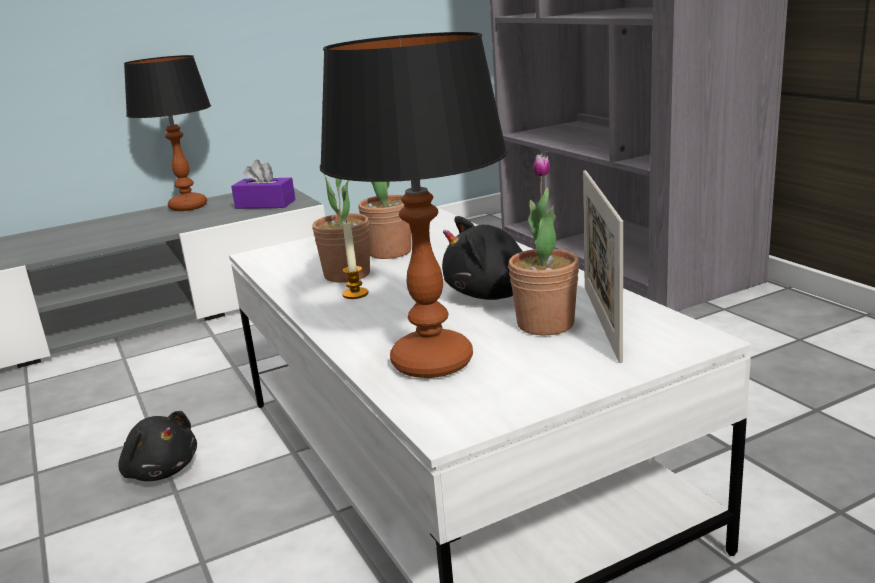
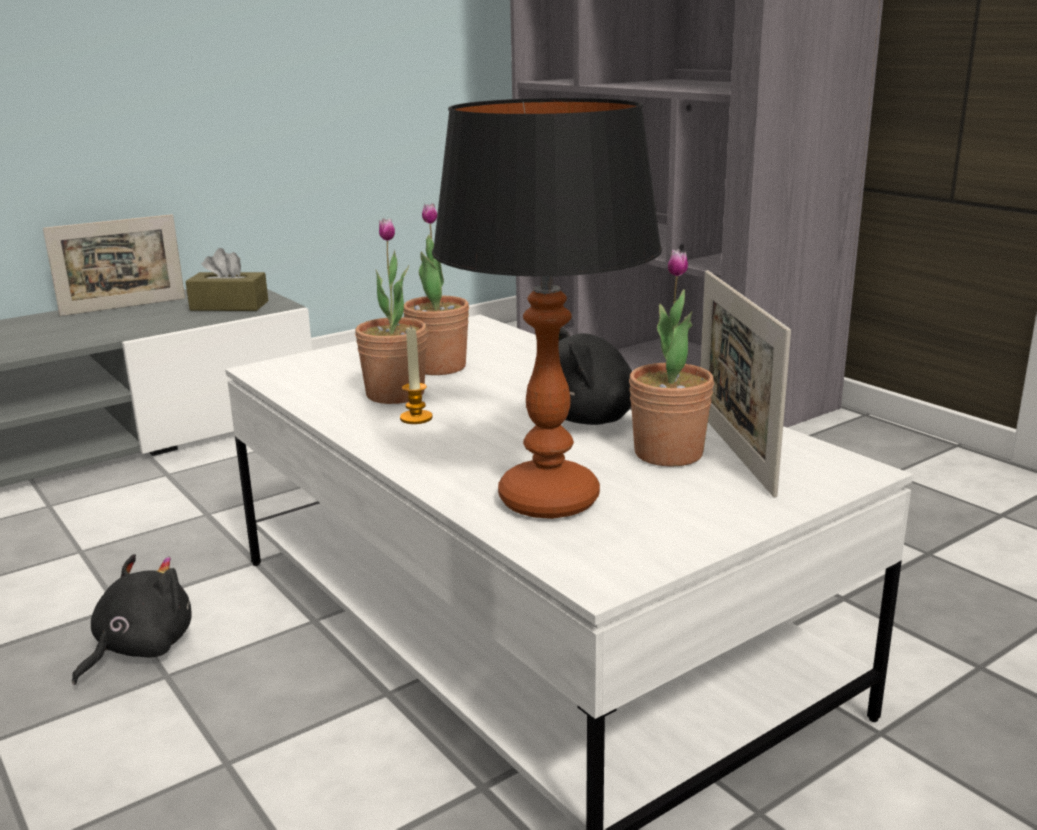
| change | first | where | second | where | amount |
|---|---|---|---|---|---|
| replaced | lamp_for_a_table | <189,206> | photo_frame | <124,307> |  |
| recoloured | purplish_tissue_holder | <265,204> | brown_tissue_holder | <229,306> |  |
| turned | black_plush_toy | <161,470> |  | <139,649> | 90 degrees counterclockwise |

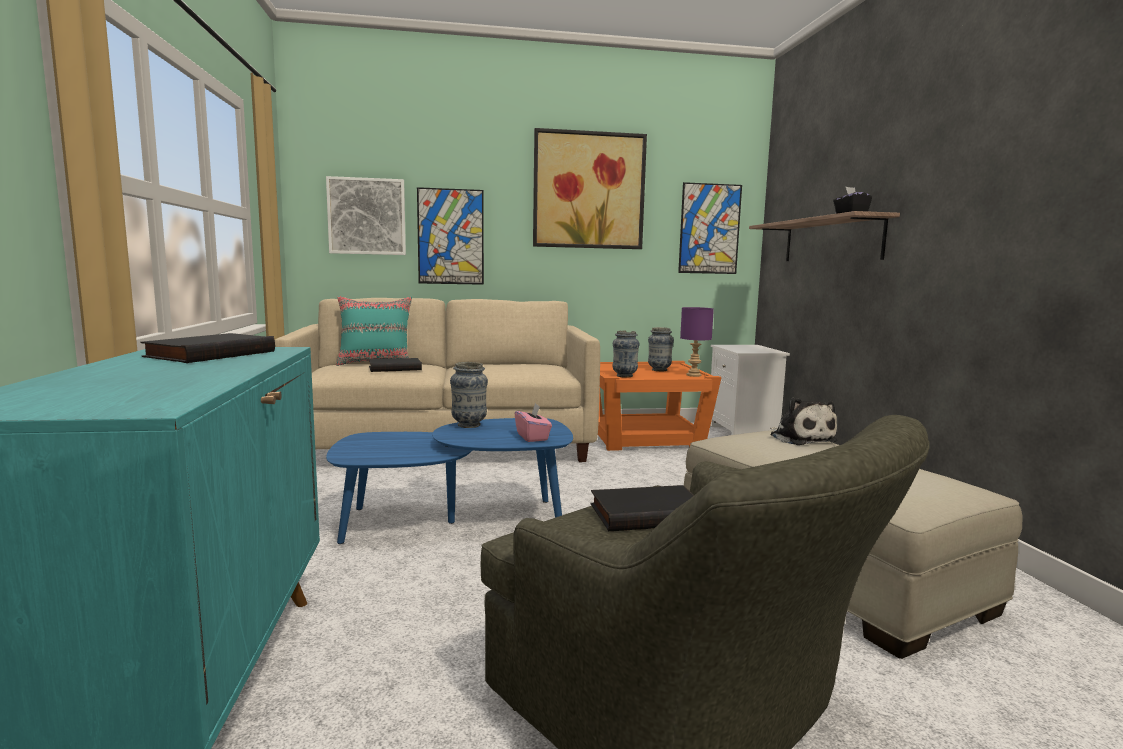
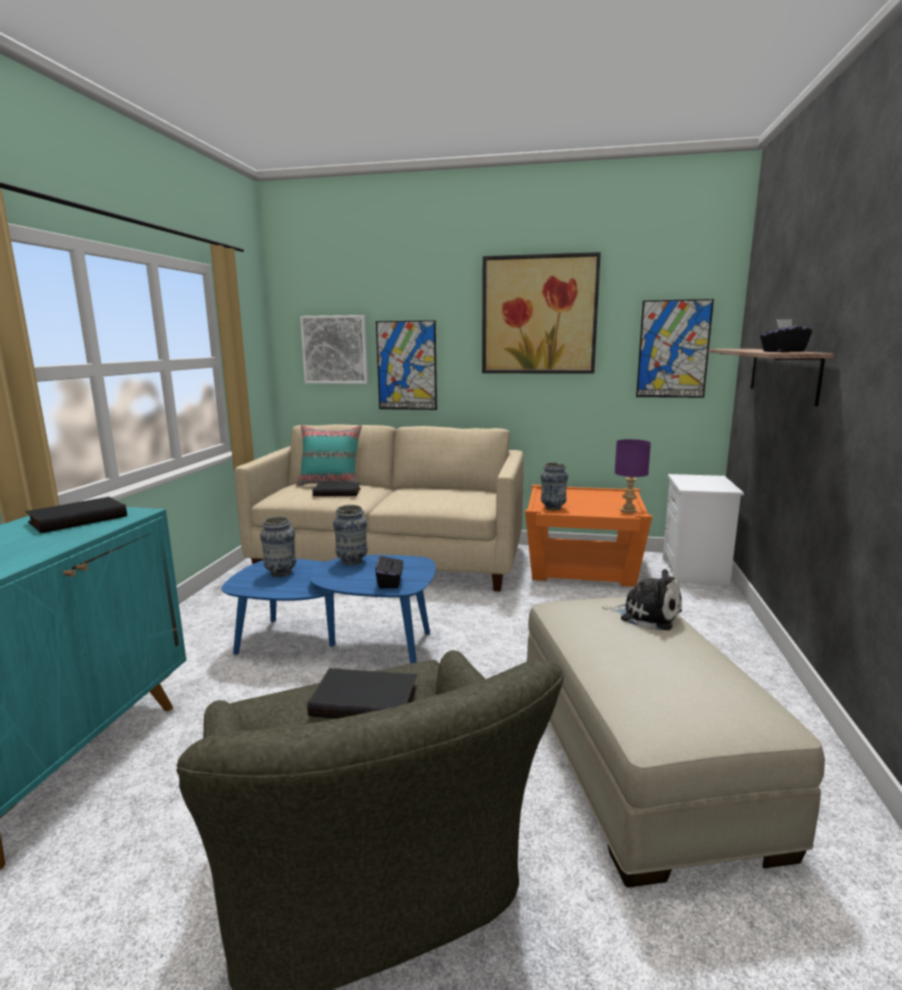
| change | first | where | second | where | amount |
|---|---|---|---|---|---|
| moved | decorative_vase | <659,370> |  | <280,573> |  |
| recoloured | pink_tissue_holder | <532,437> | black_tissue_holder | <390,582> |  |
| turned | plush_toy | <800,438> |  | <646,615> | 60 degrees counterclockwise |

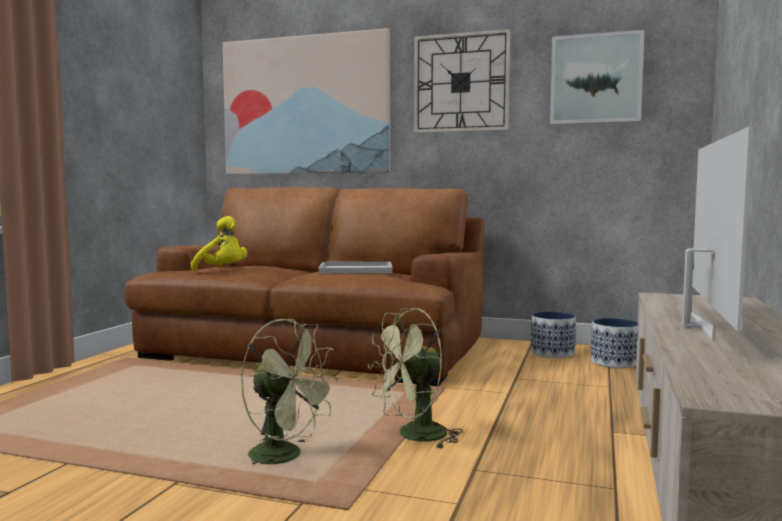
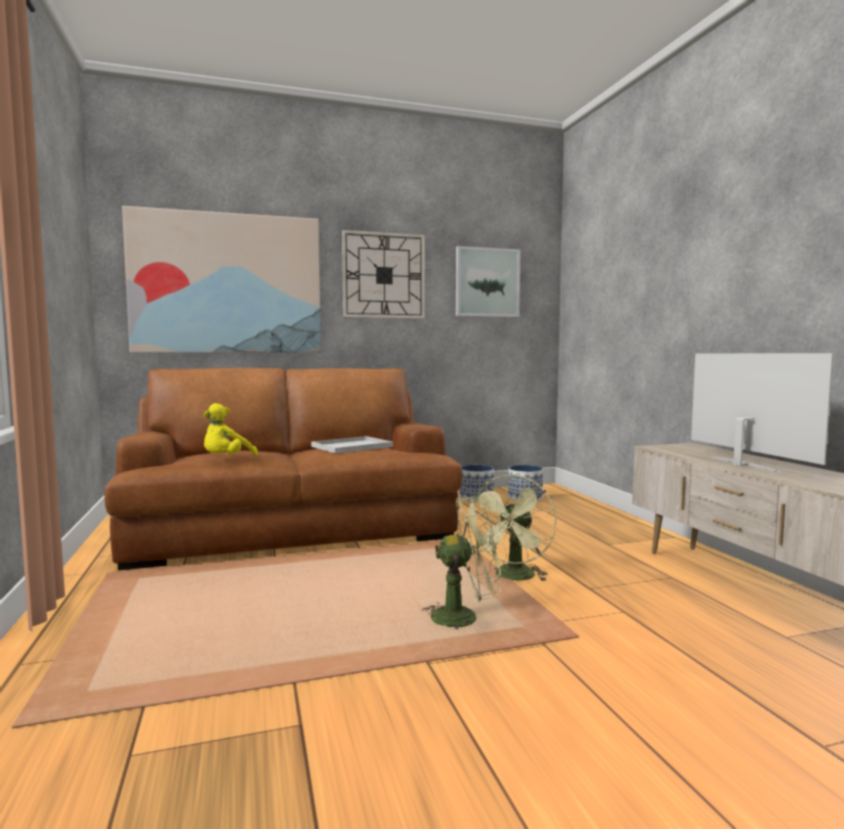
| change | first | where | second | where | amount |
|---|---|---|---|---|---|
| turned | yellowish_plush_toy | <223,270> |  | <226,460> | 120 degrees clockwise |

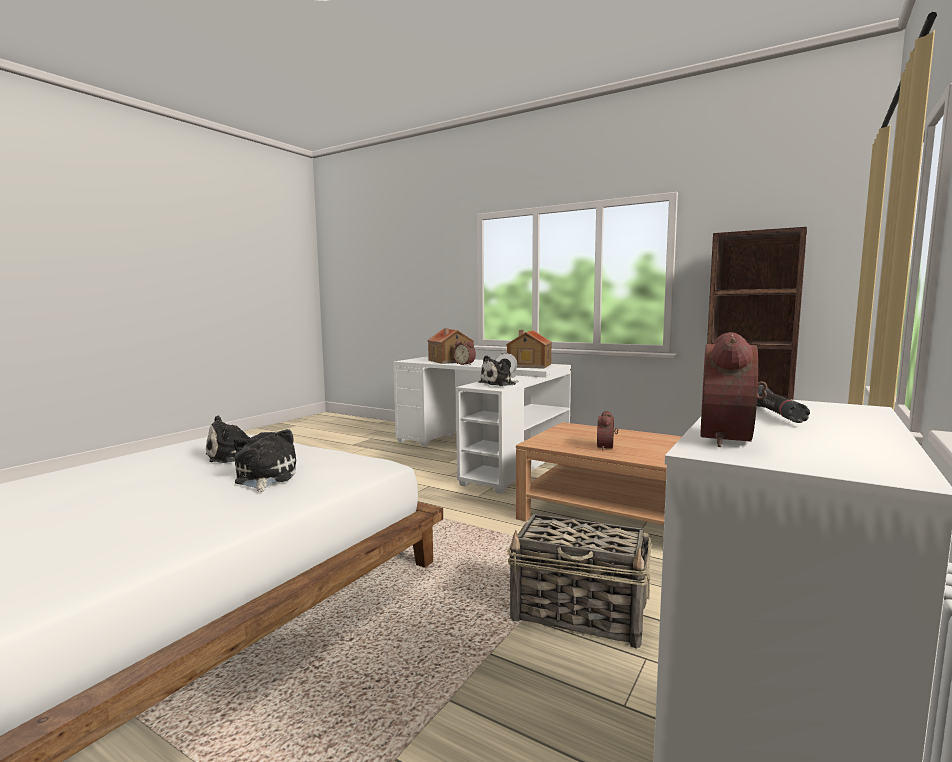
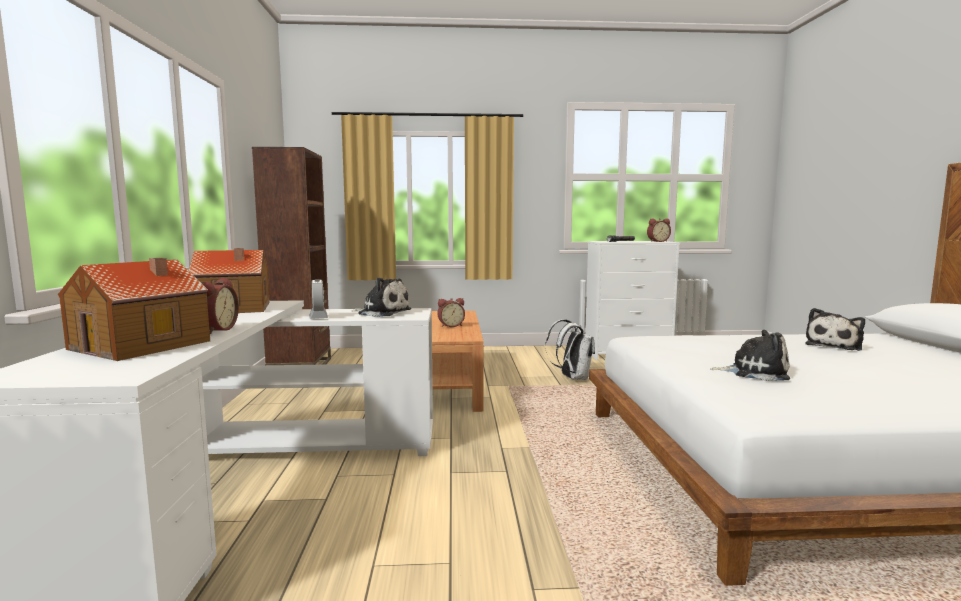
| change | first | where | second | where | amount |
|---|---|---|---|---|---|
| moved | plush_toy | <264,477> |  | <834,346> |  |
| replaced | household_basket | <580,613> | whitish_knapsack | <572,378> |  |

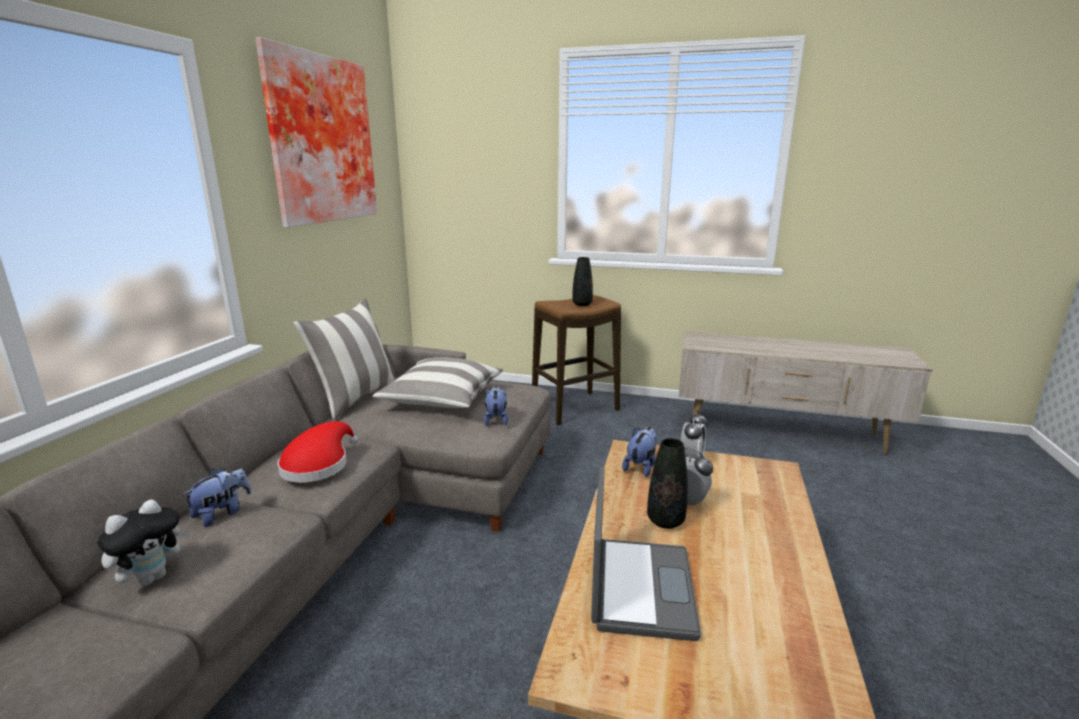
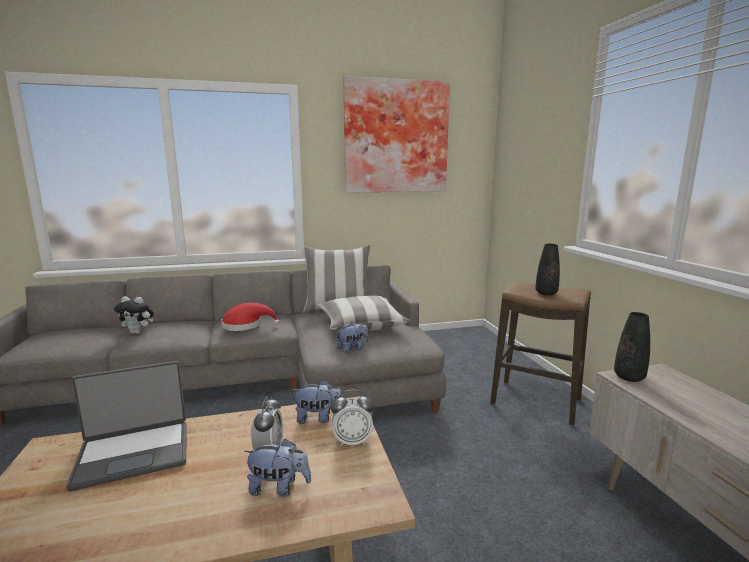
| change | first | where | second | where | amount |
|---|---|---|---|---|---|
| moved | plush_toy | <222,513> |  | <278,488> |  |
| moved | black_decorative_vase | <665,521> |  | <629,377> |  |

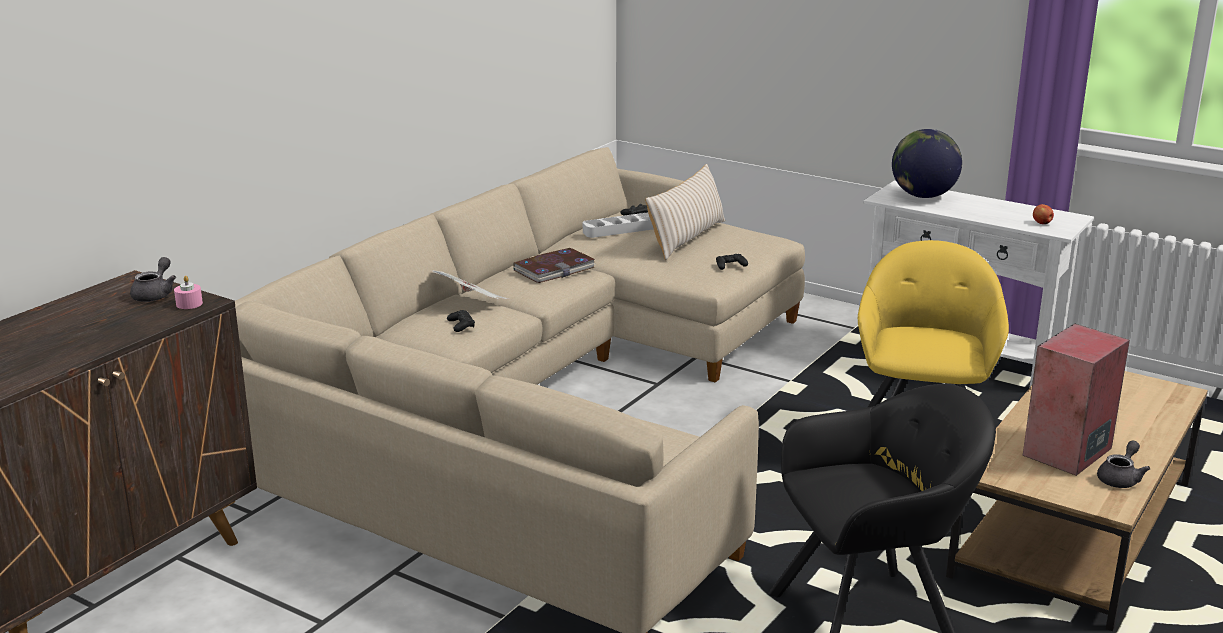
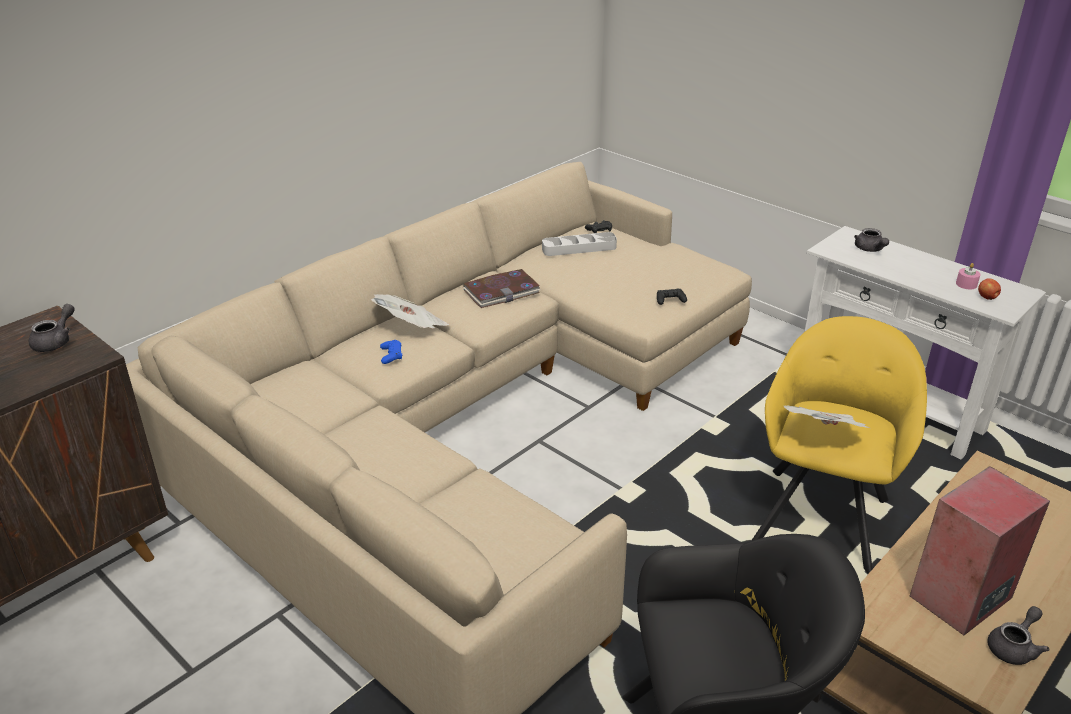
| change | first | where | second | where | amount |
|---|---|---|---|---|---|
| removed | sand-coloured_throw_pillow | <687,238> |  |  |  |
| added |  |  | newspaper | <824,434> |  |
| moved | pink_wax_light | <189,304> |  | <966,284> |  |
| replaced | globe | <923,196> | gray_tea_pot | <870,249> |  |
| recoloured | black_game_controller | <461,325> | blue-coloured_game_controller | <391,355> |  |

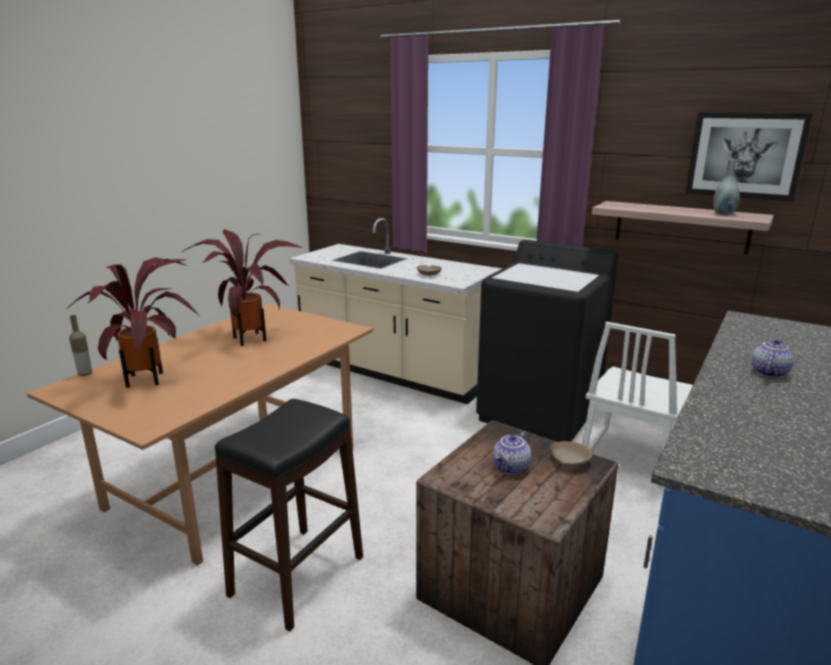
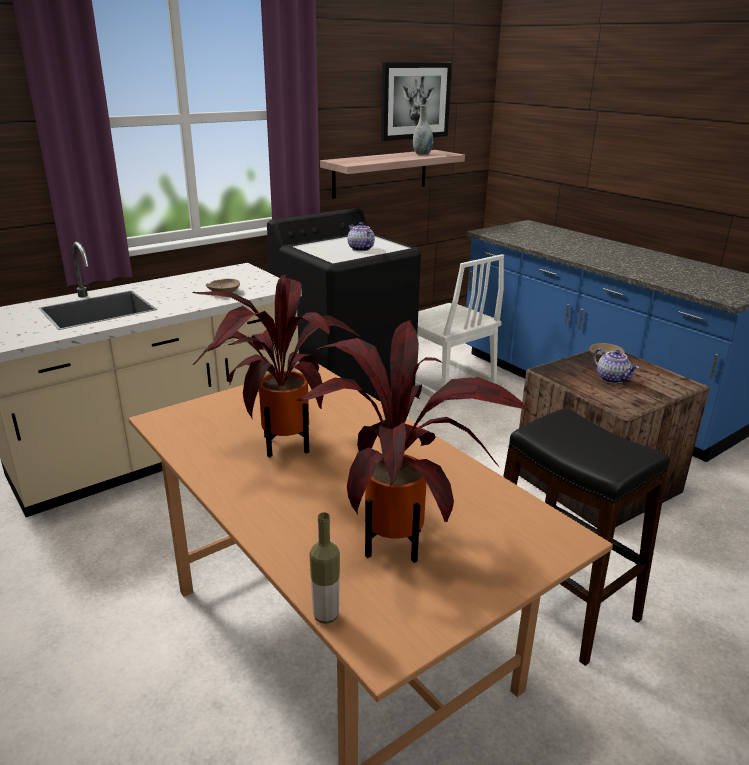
| change | first | where | second | where | amount |
|---|---|---|---|---|---|
| moved | tea_pot | <768,372> |  | <360,249> |  |

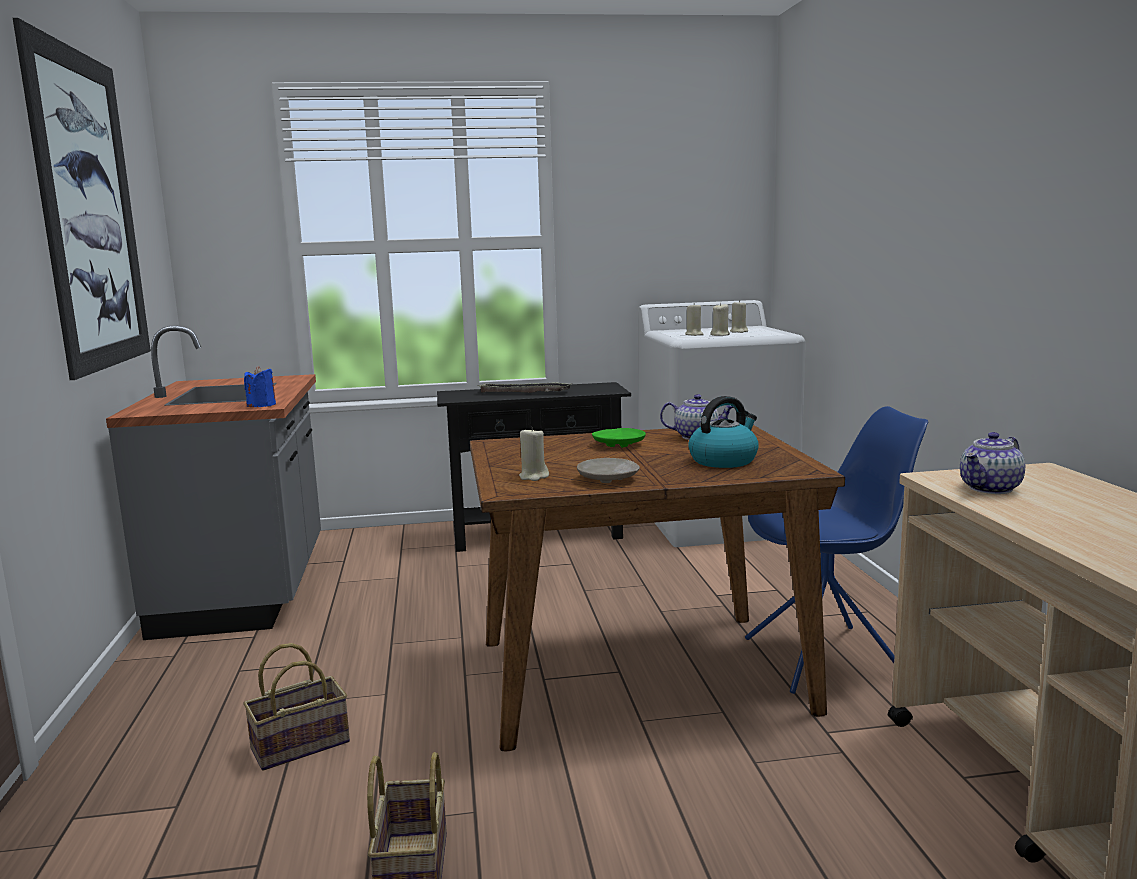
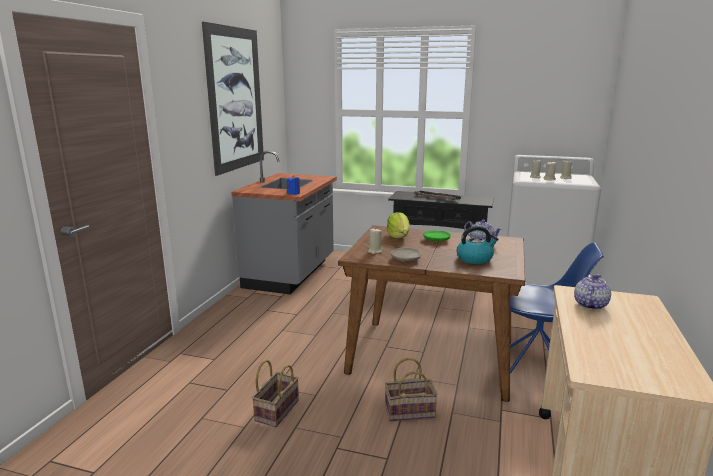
| change | first | where | second | where | amount |
|---|---|---|---|---|---|
| added |  |  | lettuce | <399,237> |  |
| moved | household_basket | <302,744> |  | <410,411> |  |
| turned | tea_pot | <990,489> |  | <590,305> | 135 degrees clockwise |

